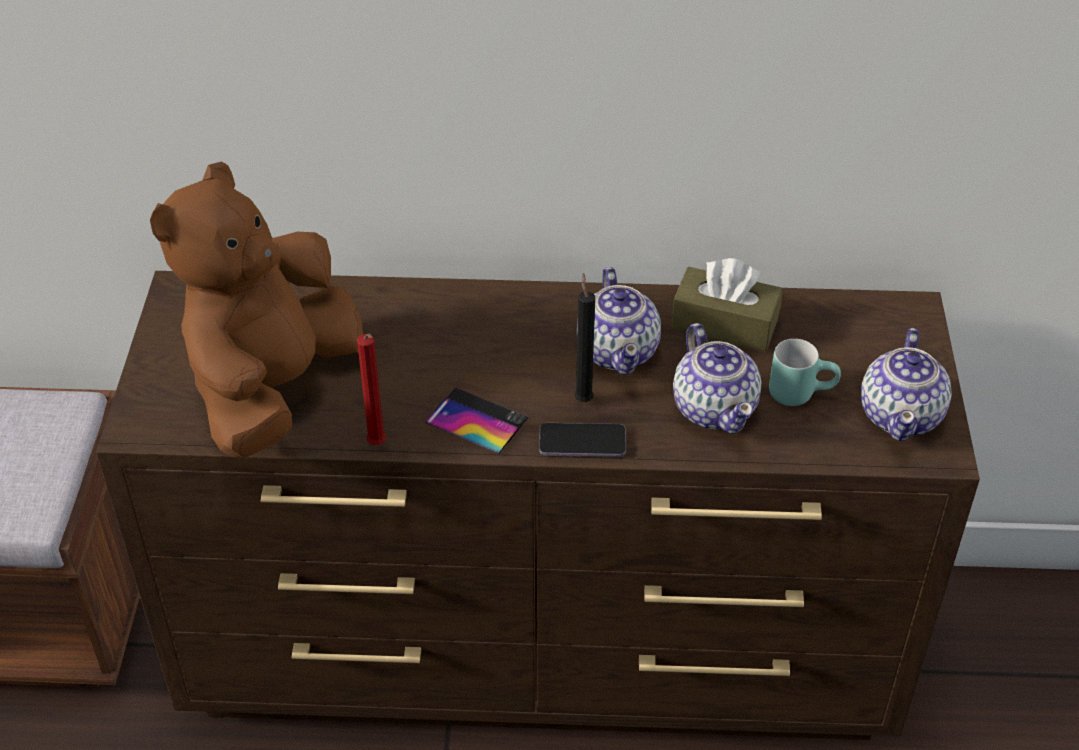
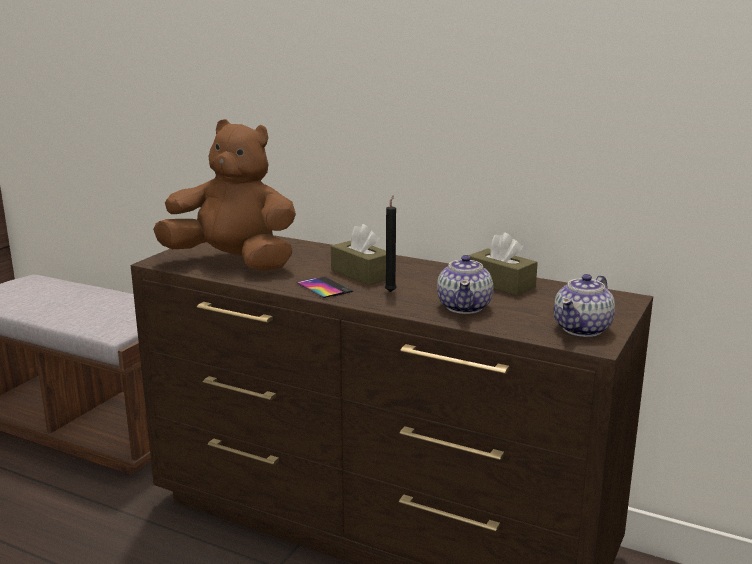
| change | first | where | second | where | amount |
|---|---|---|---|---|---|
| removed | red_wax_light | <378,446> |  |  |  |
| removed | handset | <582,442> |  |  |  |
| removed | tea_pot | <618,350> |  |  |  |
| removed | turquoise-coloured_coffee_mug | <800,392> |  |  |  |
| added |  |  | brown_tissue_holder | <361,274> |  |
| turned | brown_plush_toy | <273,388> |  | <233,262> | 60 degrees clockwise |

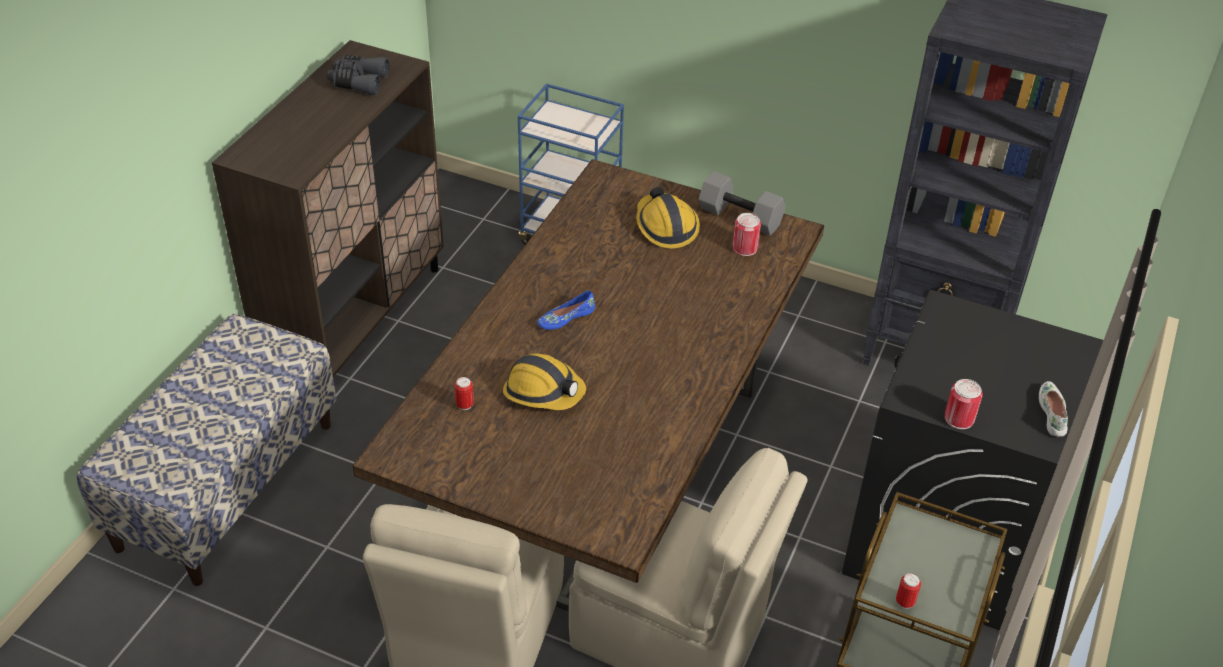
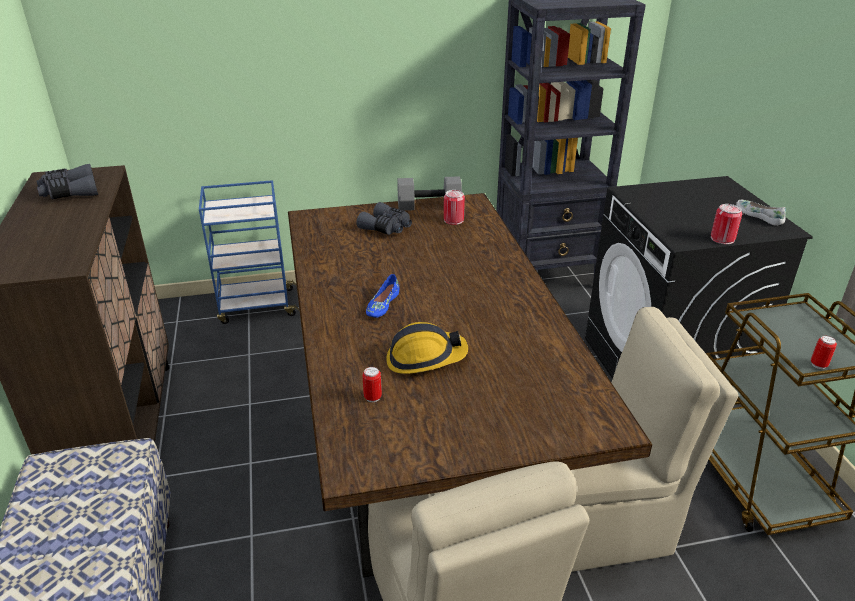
| change | first | where | second | where | amount |
|---|---|---|---|---|---|
| replaced | work_helmet | <665,226> | gray_field_glasses | <387,227> |  |

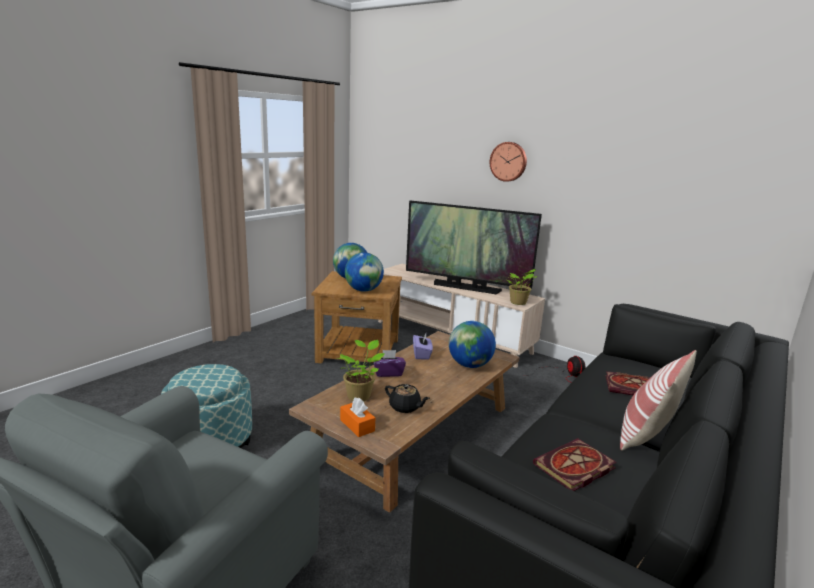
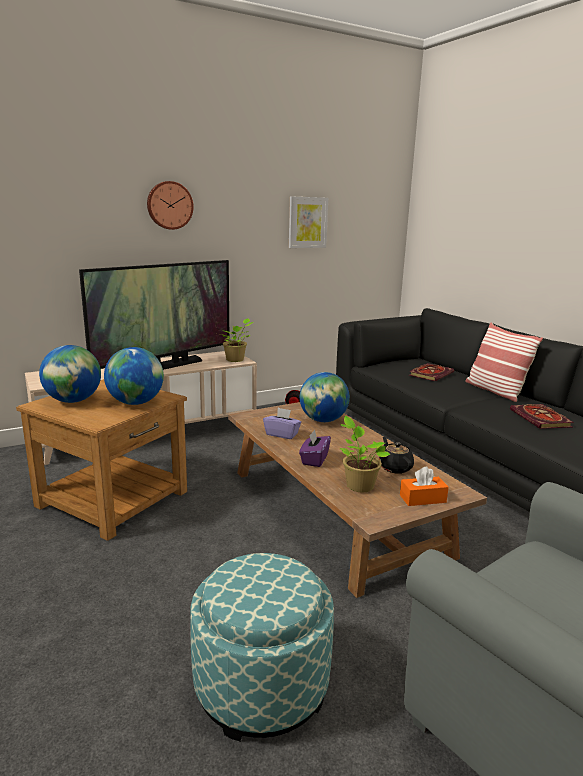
| change | first | where | second | where | amount |
|---|---|---|---|---|---|
| added |  |  | wall_art | <307,222> |  |
| turned | black_tea_pot | <405,407> |  | <395,467> | 75 degrees counterclockwise |

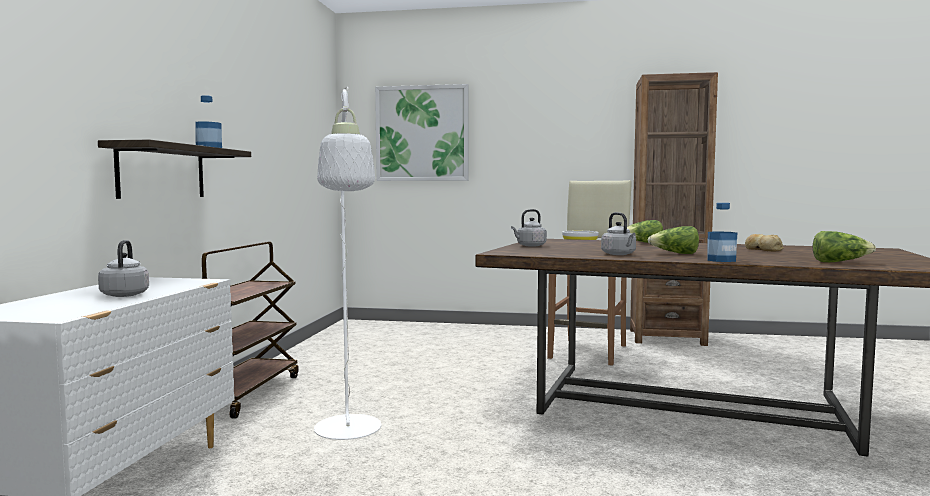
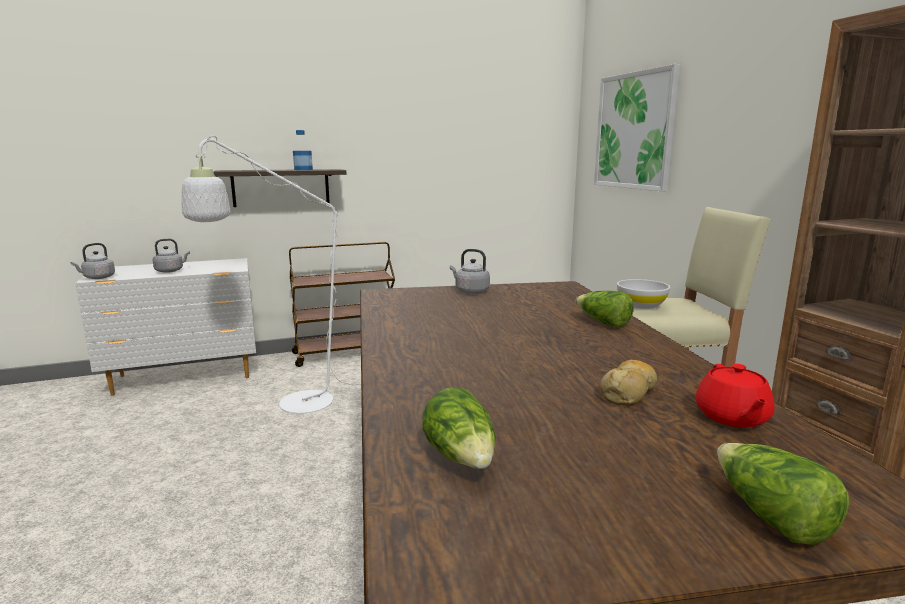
| change | first | where | second | where | amount |
|---|---|---|---|---|---|
| removed | drink_bottle | <721,260> |  |  |  |
| added |  |  | red_tea_pot | <732,417> |  |
| moved | gray_tea_kettle | <619,254> |  | <97,278> |  |
| moved | lettuce | <675,253> |  | <770,517> |  |

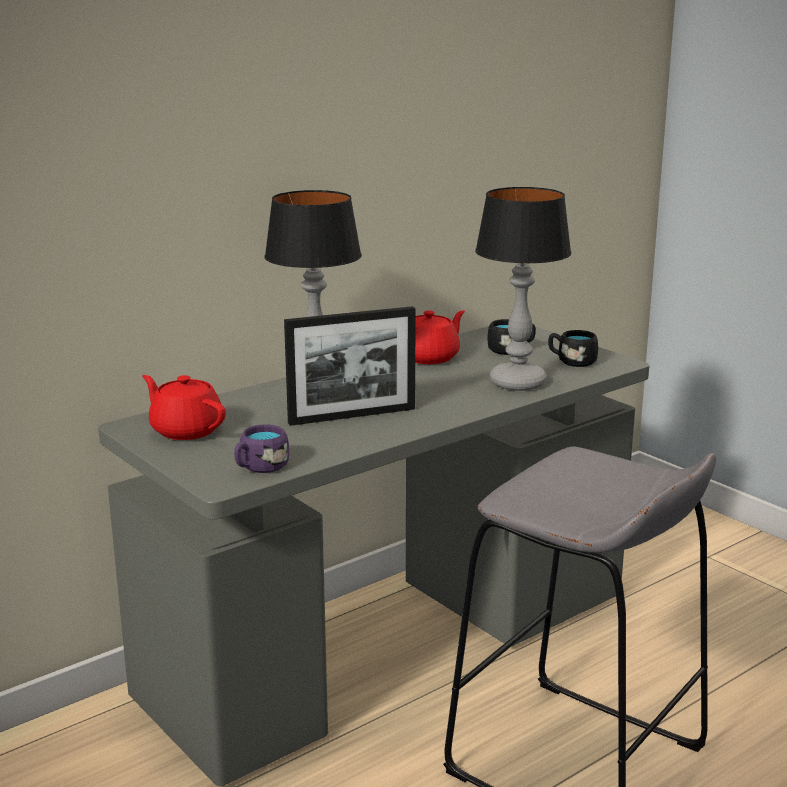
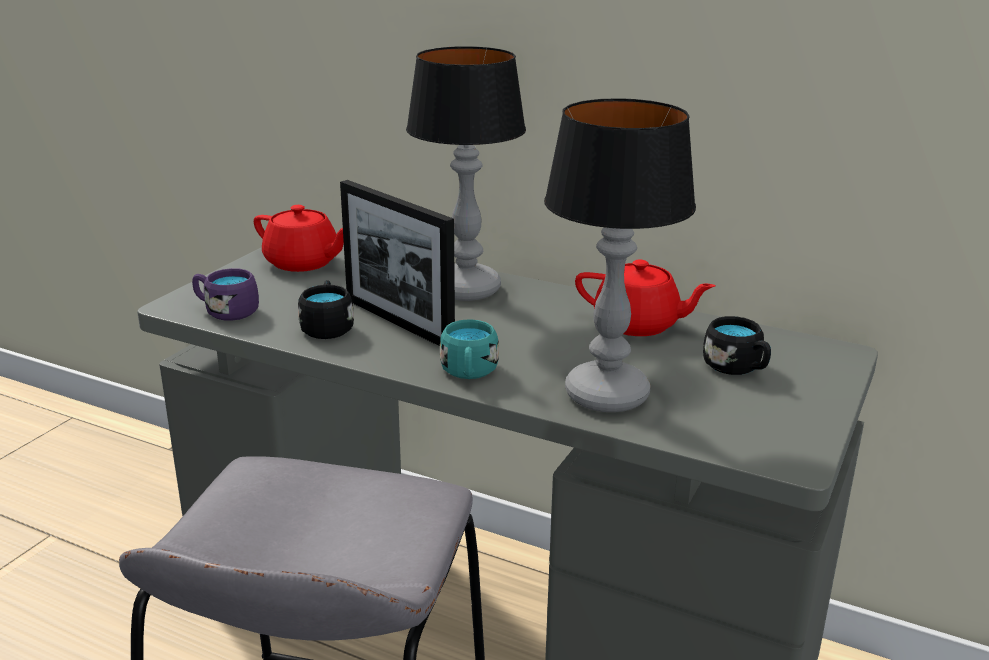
| change | first | where | second | where | amount |
|---|---|---|---|---|---|
| added |  |  | turquoise-coloured_coffee_mug | <469,372> |  |
| moved | black_coffee_mug | <572,361> |  | <327,327> |  |
| turned | red_tea_pot | <186,430> |  | <303,263> | 105 degrees clockwise |

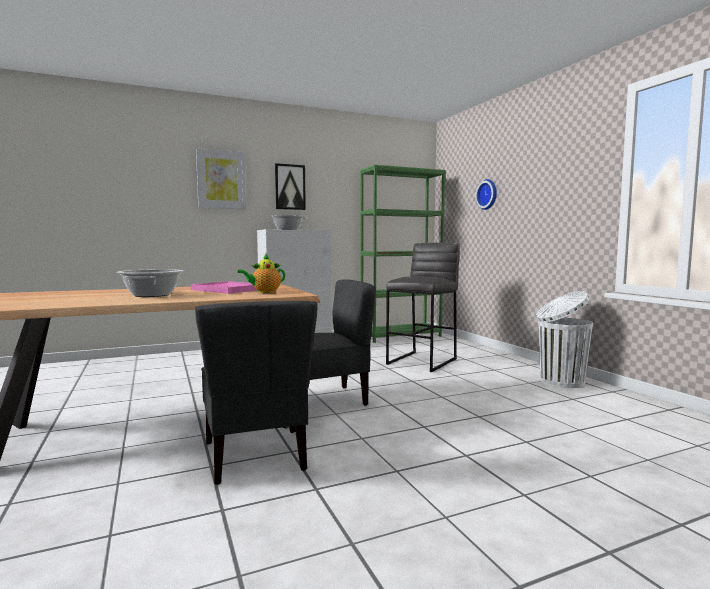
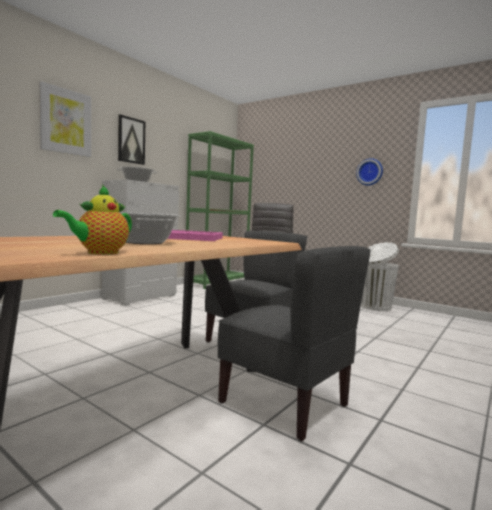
| change | first | where | second | where | amount |
|---|---|---|---|---|---|
| moved | tea_pot | <264,292> |  | <99,253> |  |
| moved | hanging_clock | <488,194> |  | <370,172> |  |

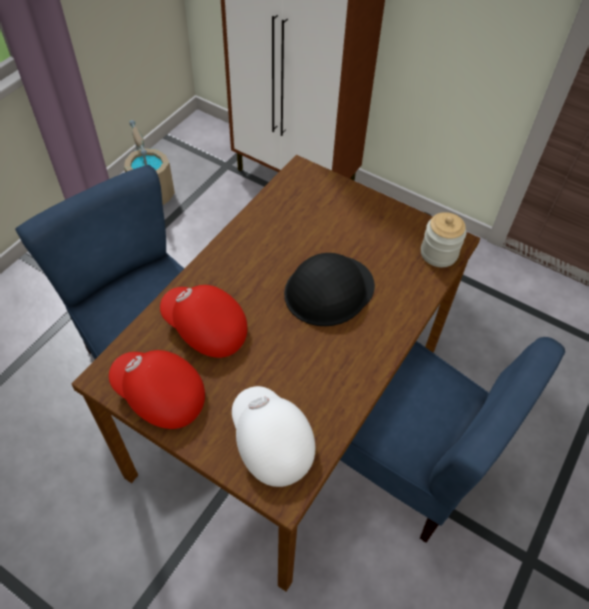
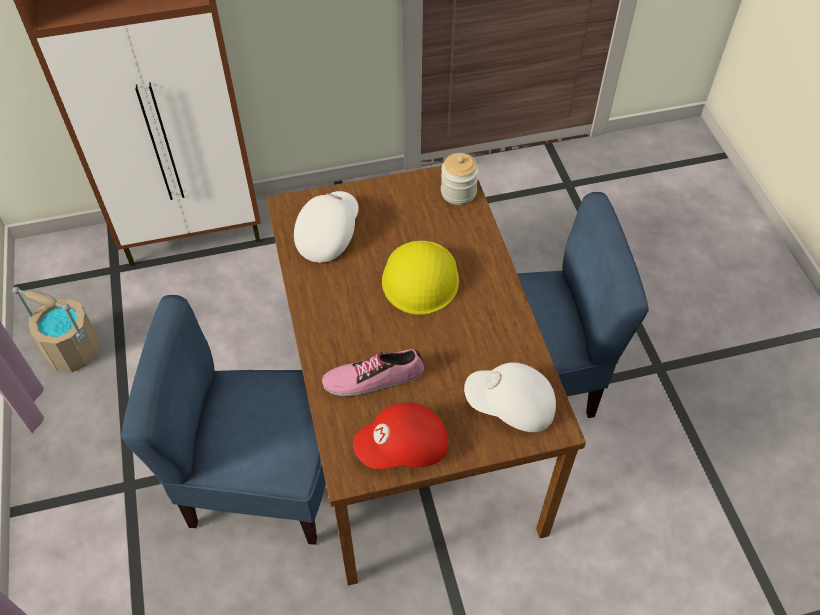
| change | first | where | second | where | amount |
|---|---|---|---|---|---|
| added |  |  | whitish_peaked_cap | <327,234> |  |
| replaced | red_peaked_cap | <205,329> | shoe | <373,378> |  |
| recoloured | black_work_helmet | <328,290> | yellowish_work_helmet | <420,277> |  |

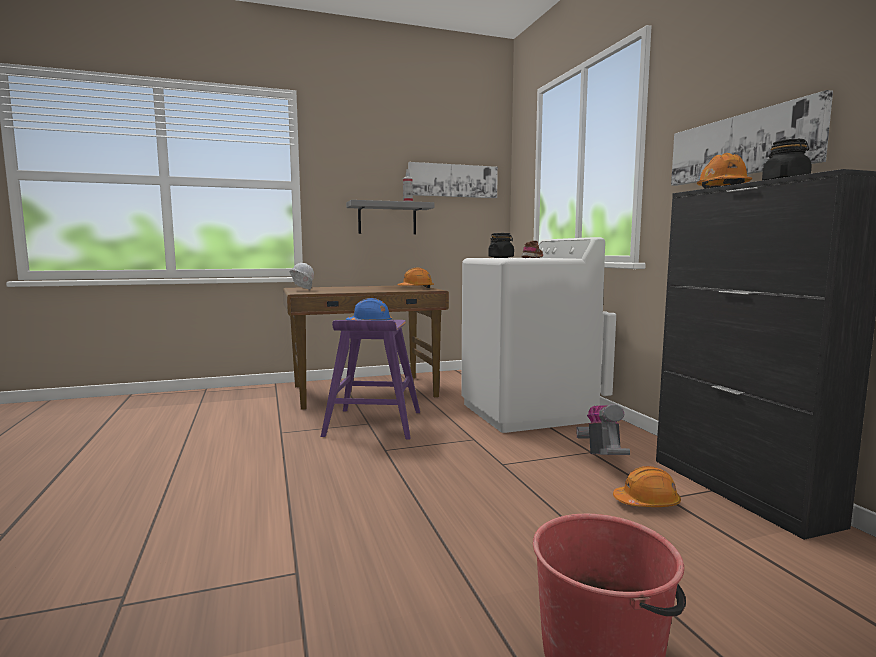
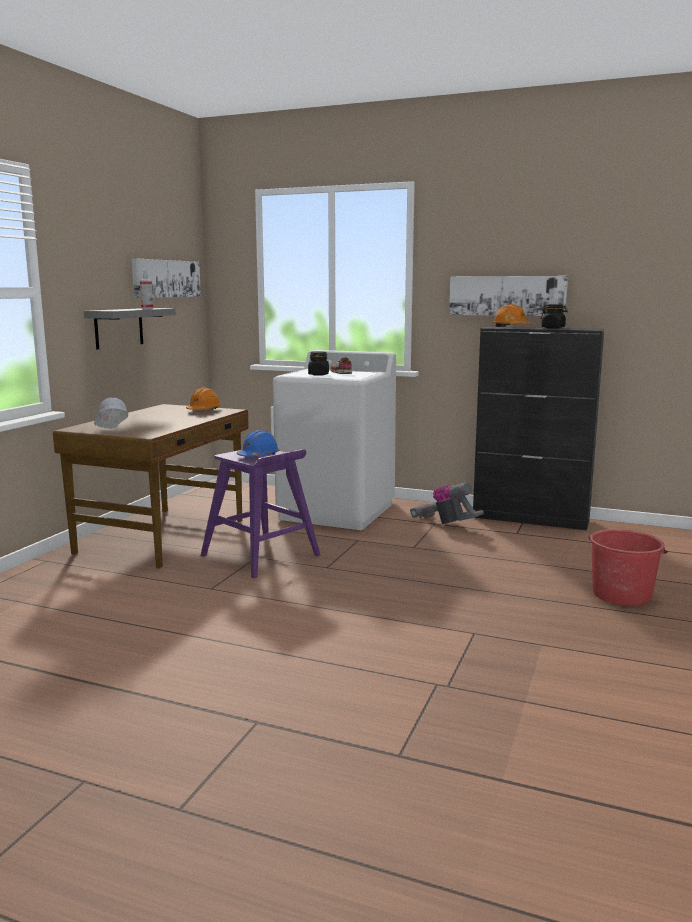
| change | first | where | second | where | amount |
|---|---|---|---|---|---|
| removed | orangey_work_helmet | <647,502> |  |  |  |

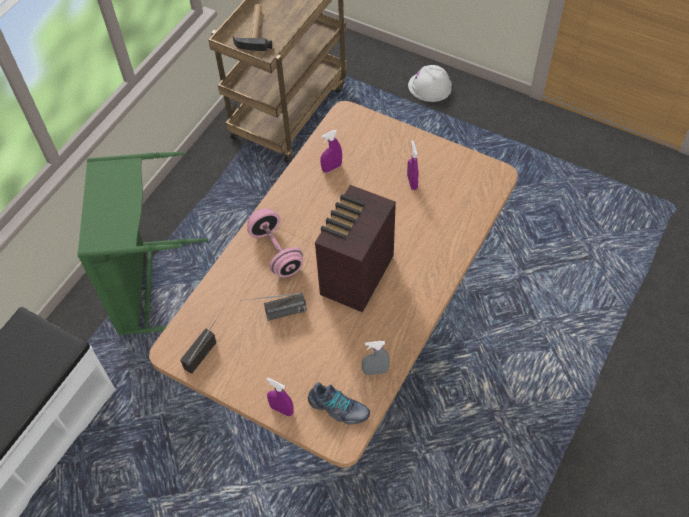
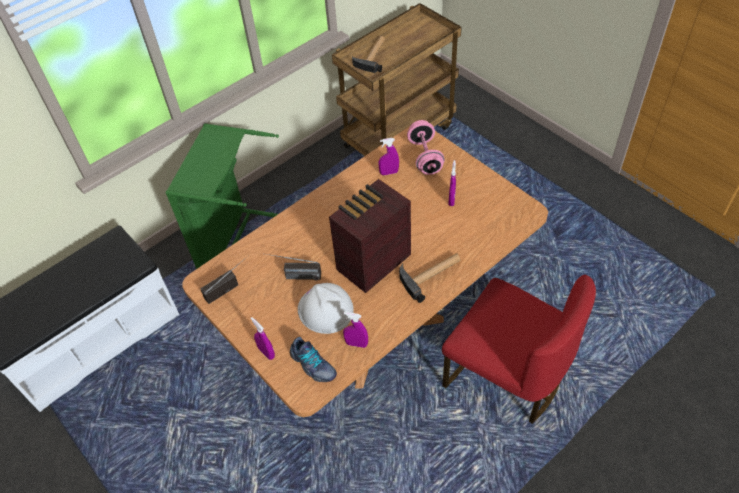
| change | first | where | second | where | amount |
|---|---|---|---|---|---|
| added |  |  | tool_hammer | <431,274> |  |
| added |  |  | red_upright_chair | <506,376> |  |
| moved | pink_dumbbell | <276,252> |  | <425,157> |  |
| moved | whitish_work_helmet | <429,87> |  | <325,309> |  |
| recoloured | gray_sprayer | <375,371> | purplish_sprayer | <356,344> |  |

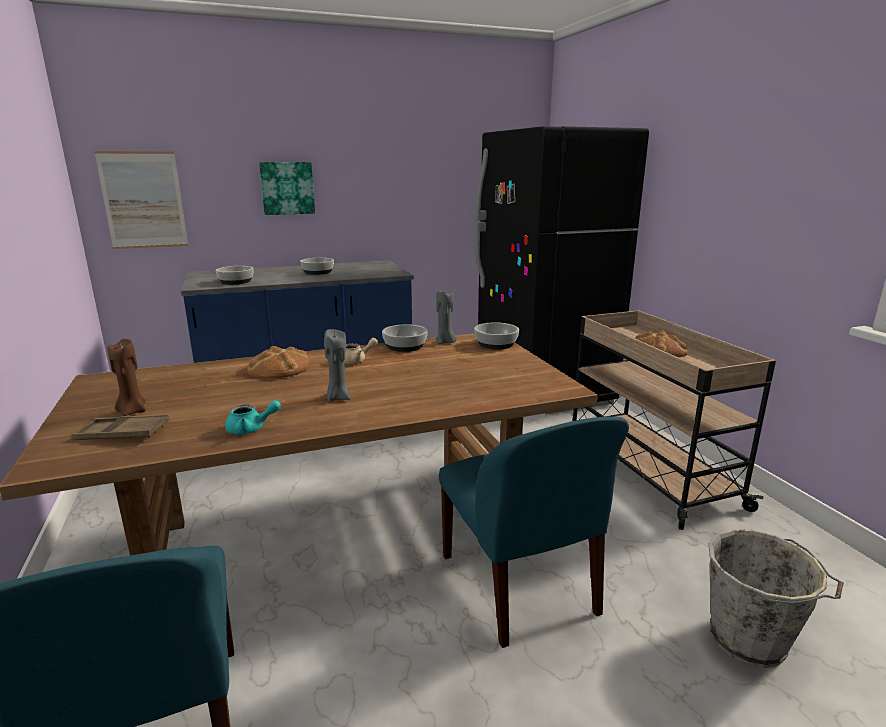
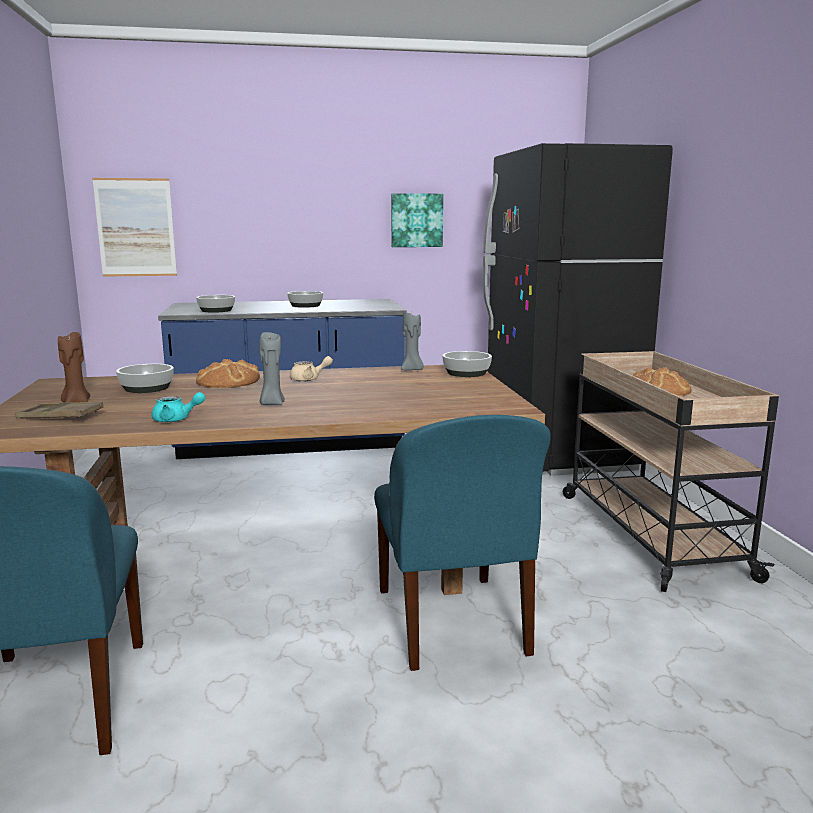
| change | first | where | second | where | amount |
|---|---|---|---|---|---|
| removed | gray_water_bucket | <751,641> |  |  |  |
| moved | wall_art | <287,188> |  | <416,220> |  |
| moved | deep_dish | <405,346> |  | <147,388> |  |

